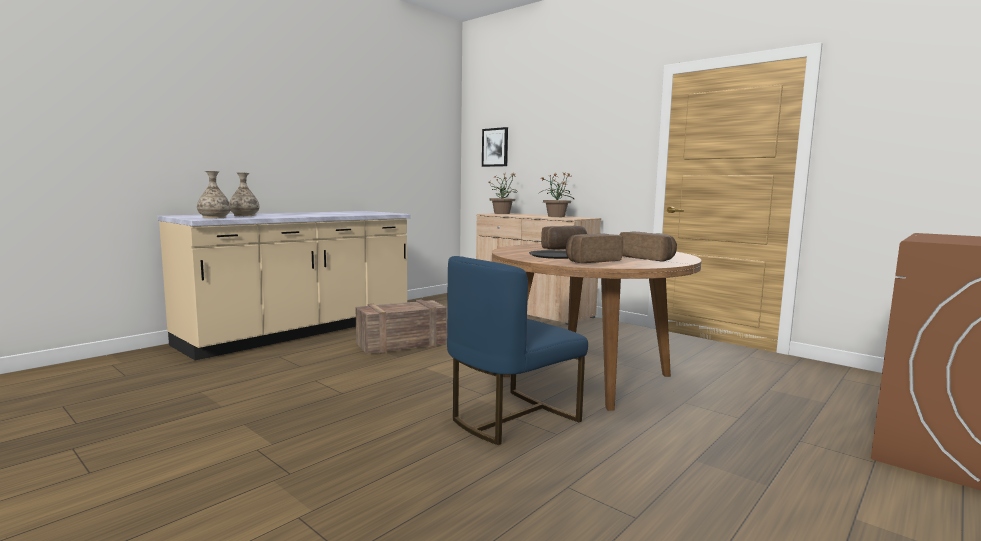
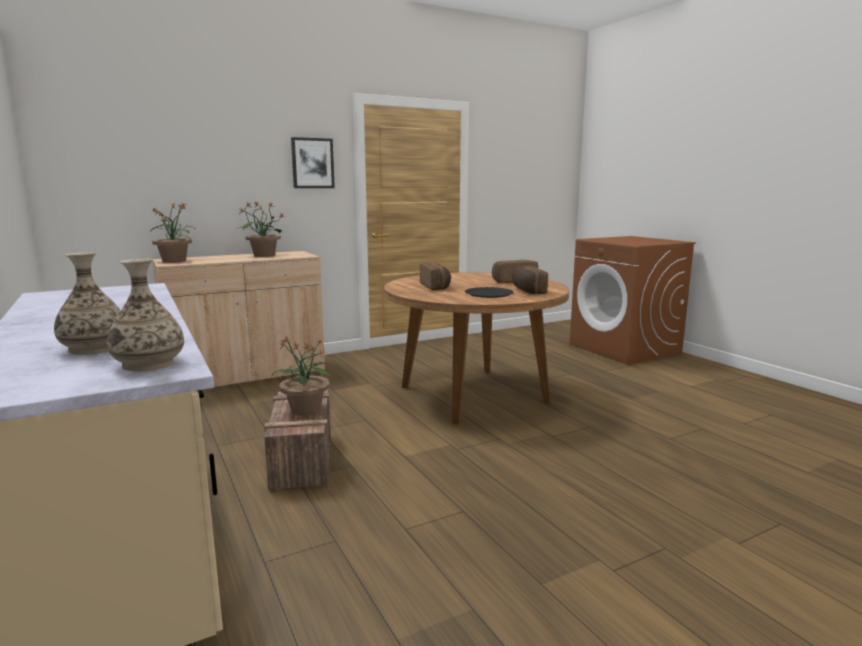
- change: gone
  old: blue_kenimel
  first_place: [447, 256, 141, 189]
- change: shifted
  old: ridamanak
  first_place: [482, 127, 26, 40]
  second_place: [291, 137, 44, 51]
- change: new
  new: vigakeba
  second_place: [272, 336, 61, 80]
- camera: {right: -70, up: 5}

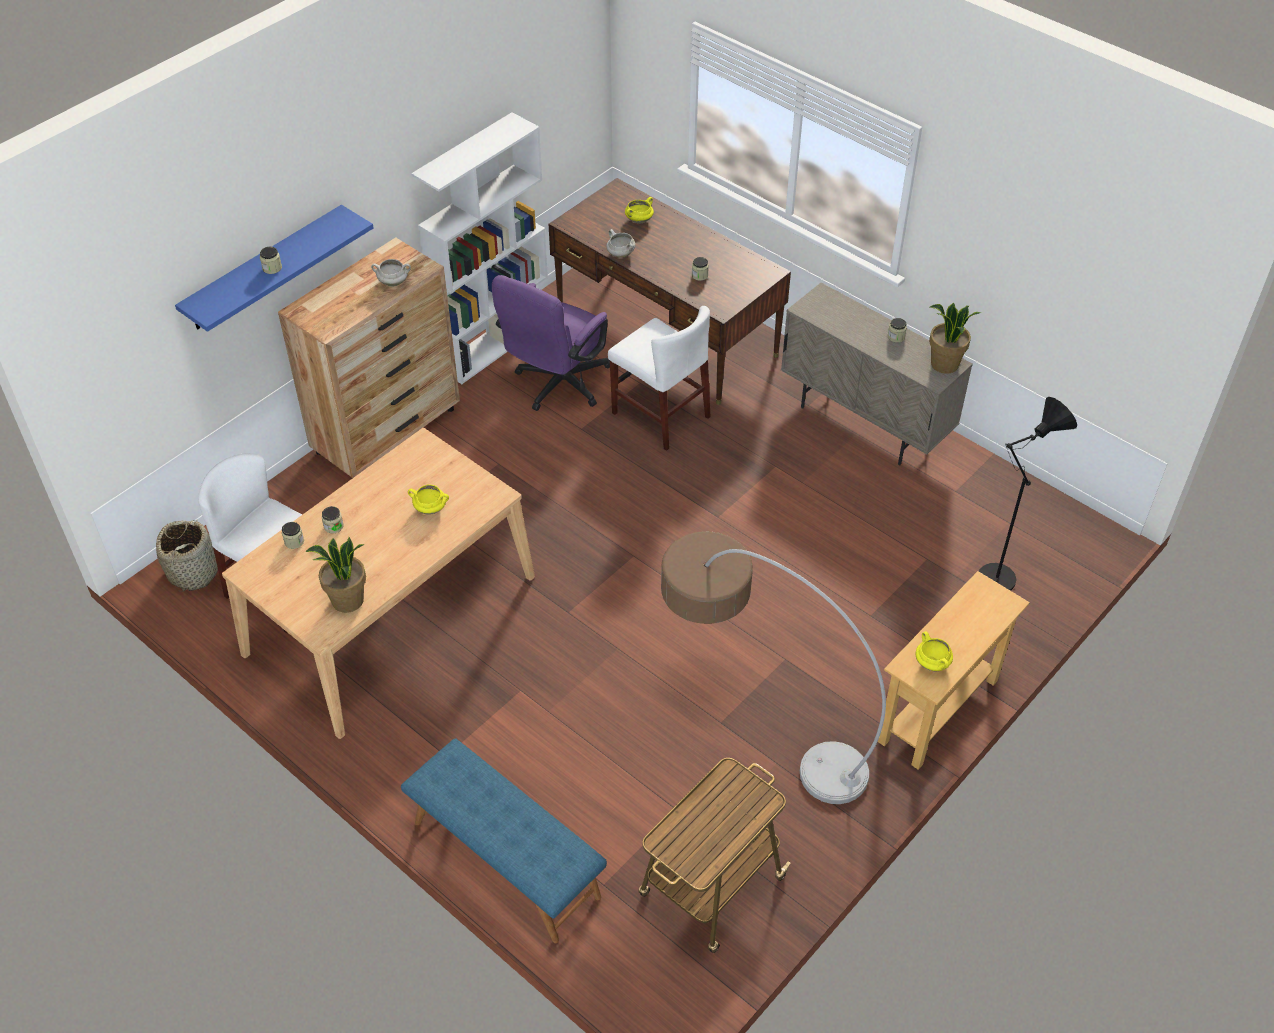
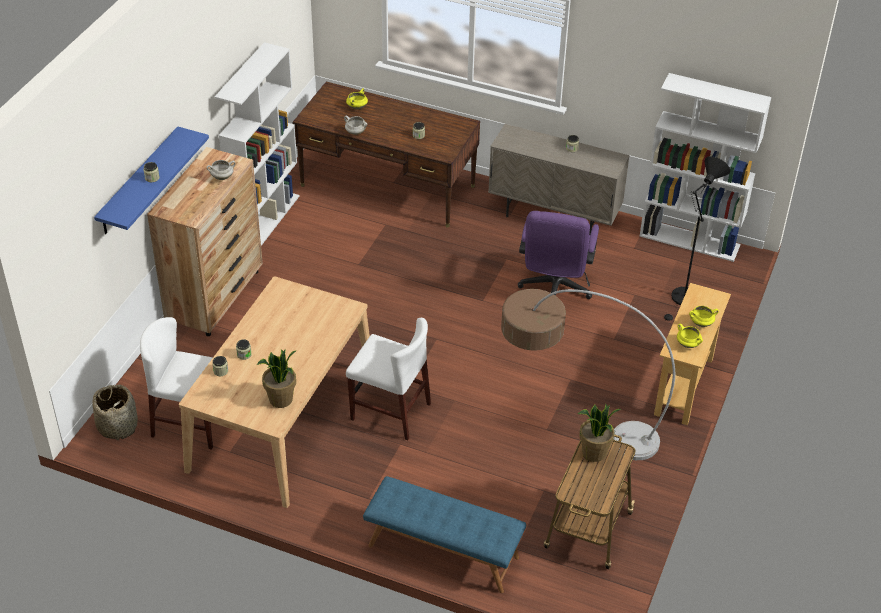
- change: shifted
  old: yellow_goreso
  first_place: [408, 485, 41, 30]
  second_place: [689, 306, 30, 21]
- change: shifted
  old: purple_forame
  first_place: [492, 275, 118, 136]
  second_place: [518, 211, 81, 88]
- change: shifted
  old: white_kenimel
  first_place: [608, 306, 102, 145]
  second_place: [346, 318, 85, 122]
- change: shifted
  old: vigakeba
  first_place: [929, 303, 52, 71]
  second_place: [578, 404, 43, 58]
- change: new
  new: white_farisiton
  second_place: [640, 73, 132, 189]
- camera: {right: -20, up: -5}

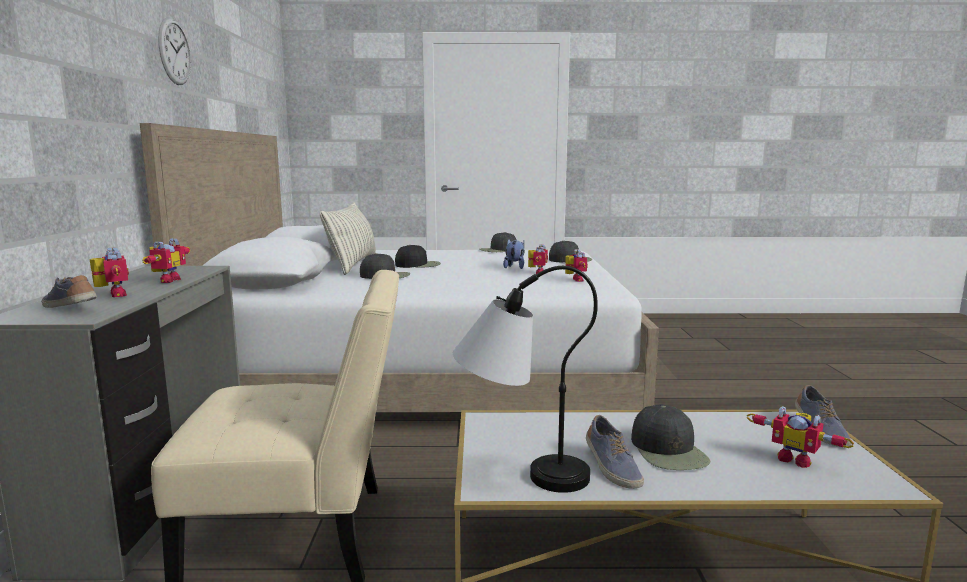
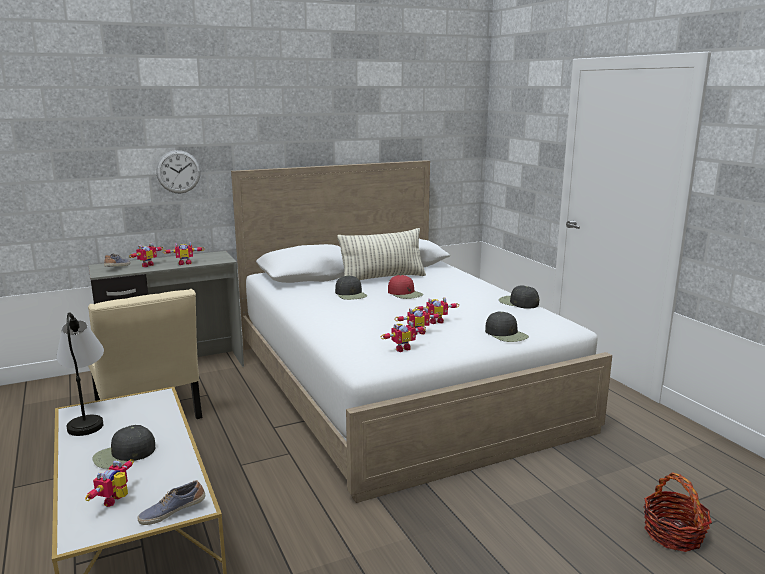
- change: shifted
  old: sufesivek
  first_place: [158, 17, 33, 68]
  second_place: [156, 150, 45, 43]
- change: repainted
  old: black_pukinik
  new: red_pukinik
  first_place: [395, 245, 46, 23]
  second_place: [388, 275, 35, 24]
- change: swapped
  old: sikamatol
  new: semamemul
  first_place: [503, 239, 22, 30]
  second_place: [415, 297, 44, 27]
- change: gone
  old: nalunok
  first_place: [586, 415, 58, 74]
- change: new
  new: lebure
  second_place: [643, 472, 69, 80]
- camera: {right: 65, up: 5}

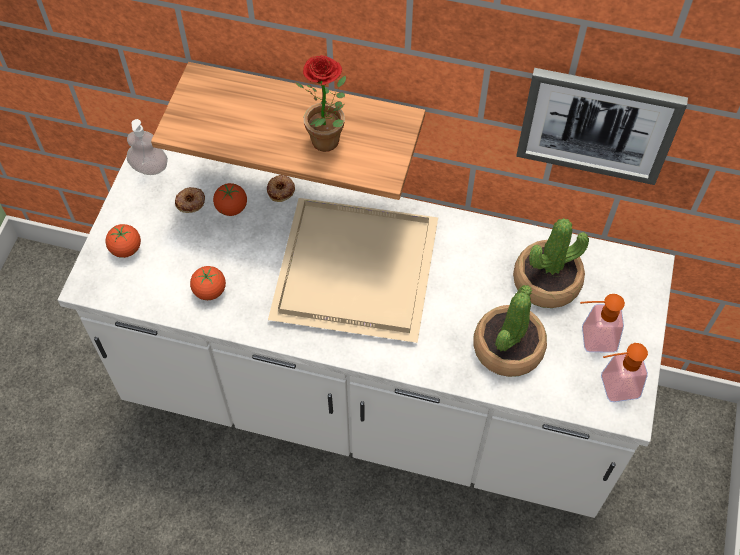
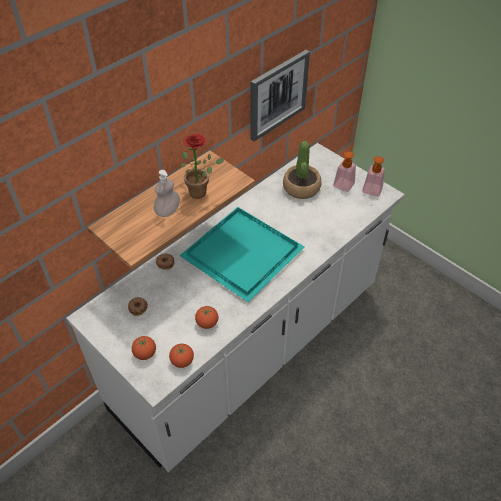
- change: shifted
  old: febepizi
  first_place: [127, 119, 41, 56]
  second_place: [154, 170, 26, 47]
- change: shifted
  old: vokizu
  first_place: [213, 183, 34, 33]
  second_place: [169, 344, 25, 24]
- change: repainted
  old: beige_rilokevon
  new: turquoise_rilokevon
  first_place: [268, 198, 170, 145]
  second_place: [179, 207, 125, 95]
- change: gone
  old: vigakeba
  first_place: [473, 285, 74, 92]
- camera: {right: -60, up: -10}

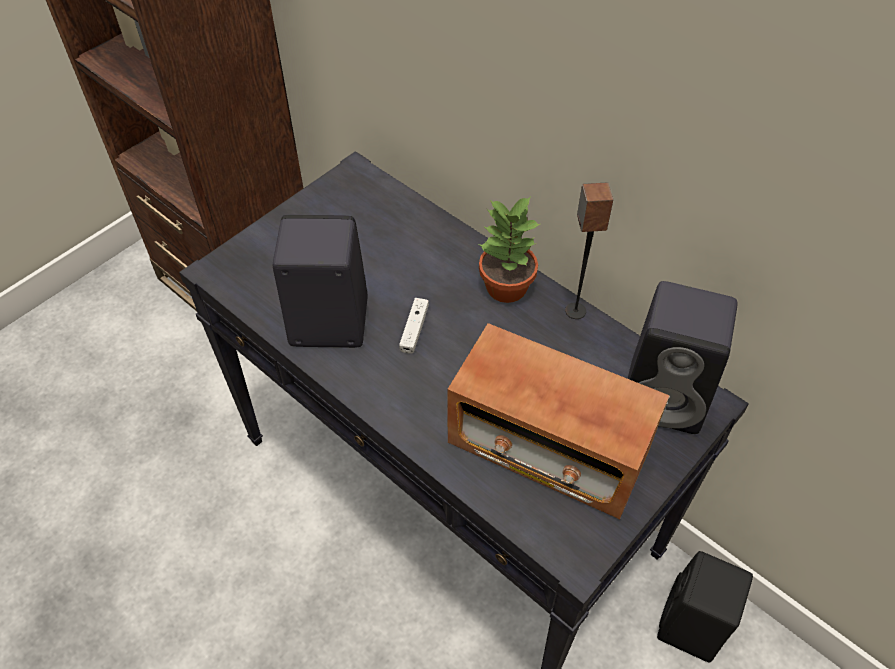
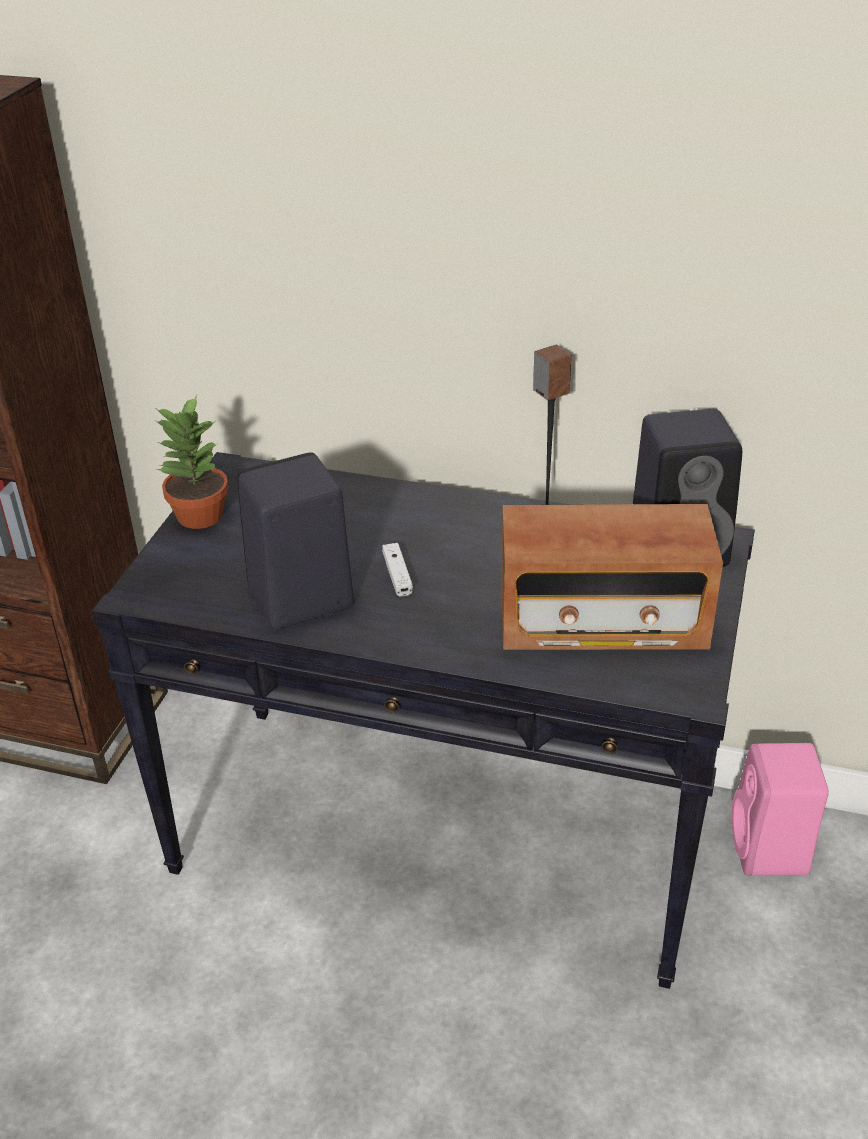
- change: shifted
  old: vigakeba
  first_place: [479, 197, 61, 106]
  second_place: [155, 395, 74, 134]
- change: repainted
  old: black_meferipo
  new: pink_meferipo
  first_place: [657, 551, 96, 112]
  second_place: [732, 743, 97, 133]
- camera: {right: -25, up: -15}

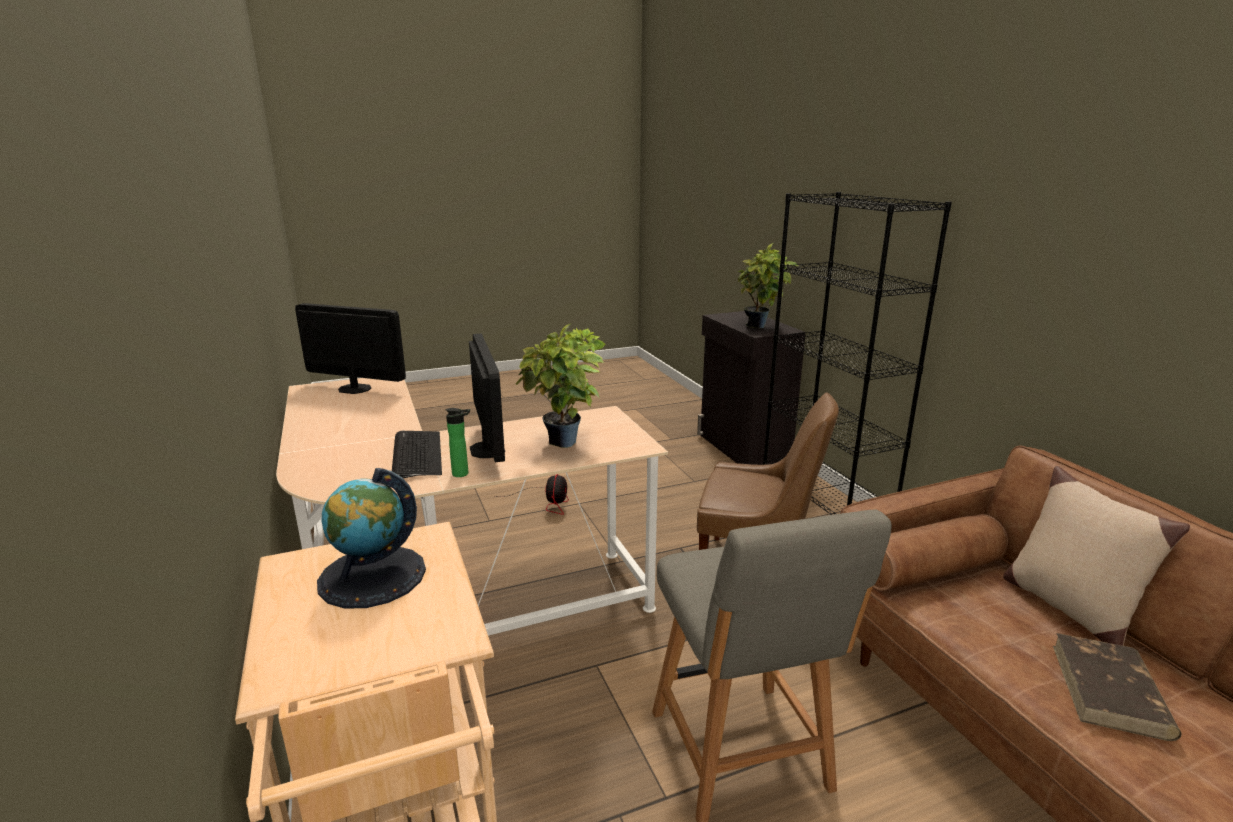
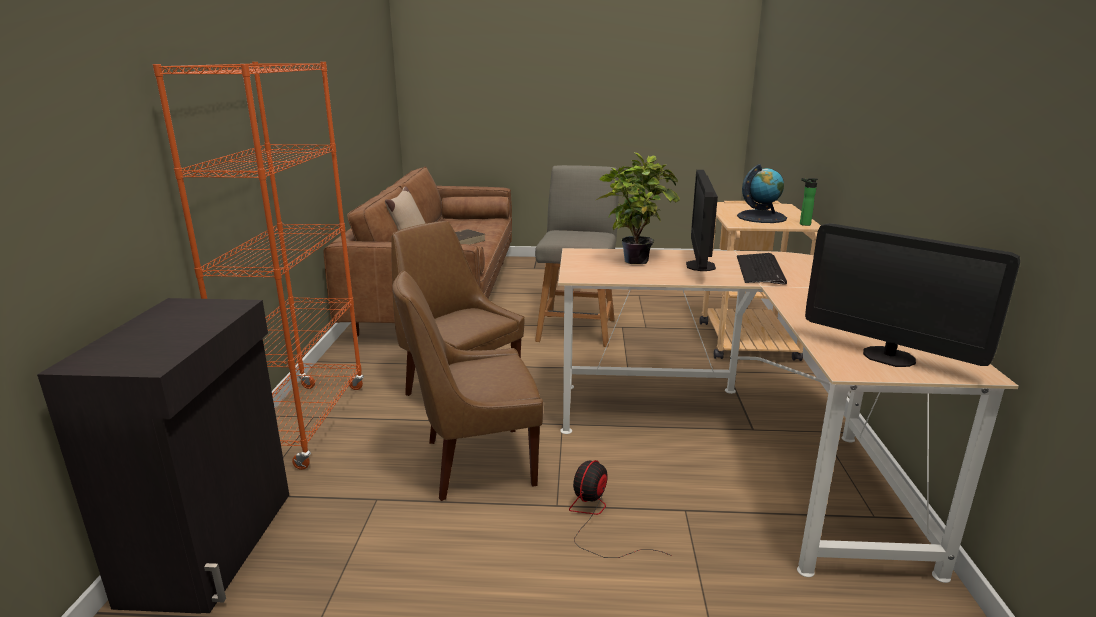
- change: shifted
  old: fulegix
  first_place: [445, 408, 25, 69]
  second_place: [800, 178, 18, 48]
- change: gone
  old: vigakeba
  first_place: [738, 243, 60, 85]
- change: repainted
  old: black_farisiton
  new: orange_farisiton
  first_place: [763, 192, 189, 323]
  second_place: [153, 62, 211, 408]
- change: new
  new: brown_kenimel
  second_place: [392, 270, 151, 231]
- camera: {right: -155, up: 0}

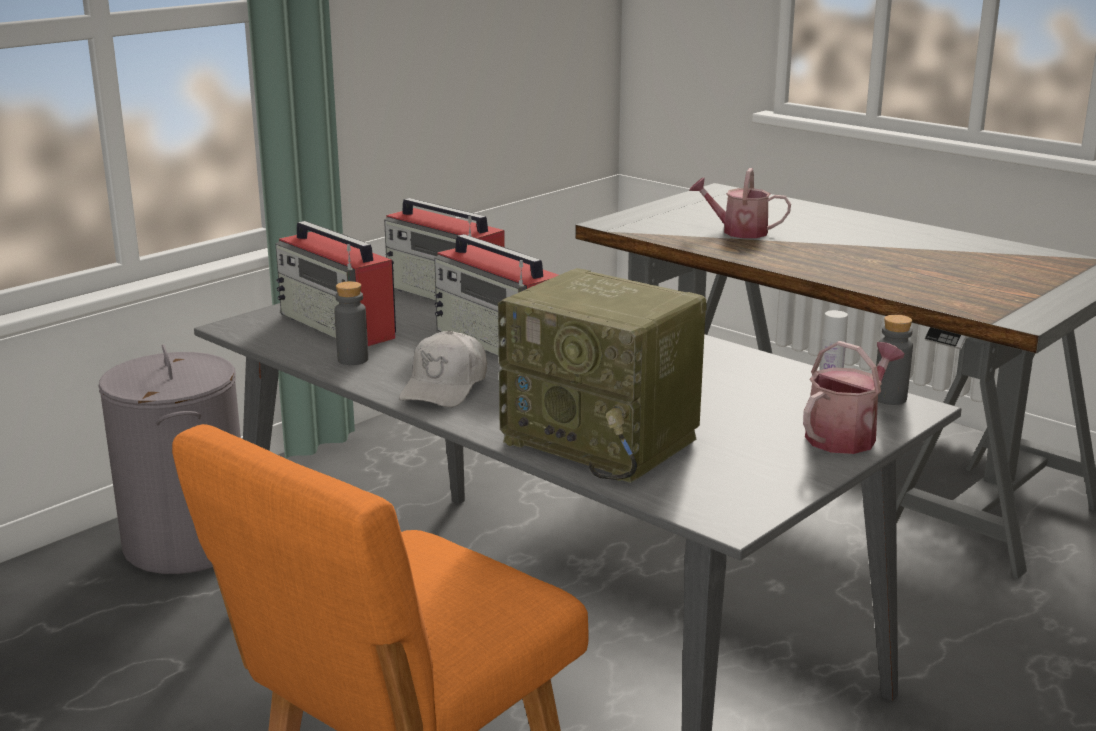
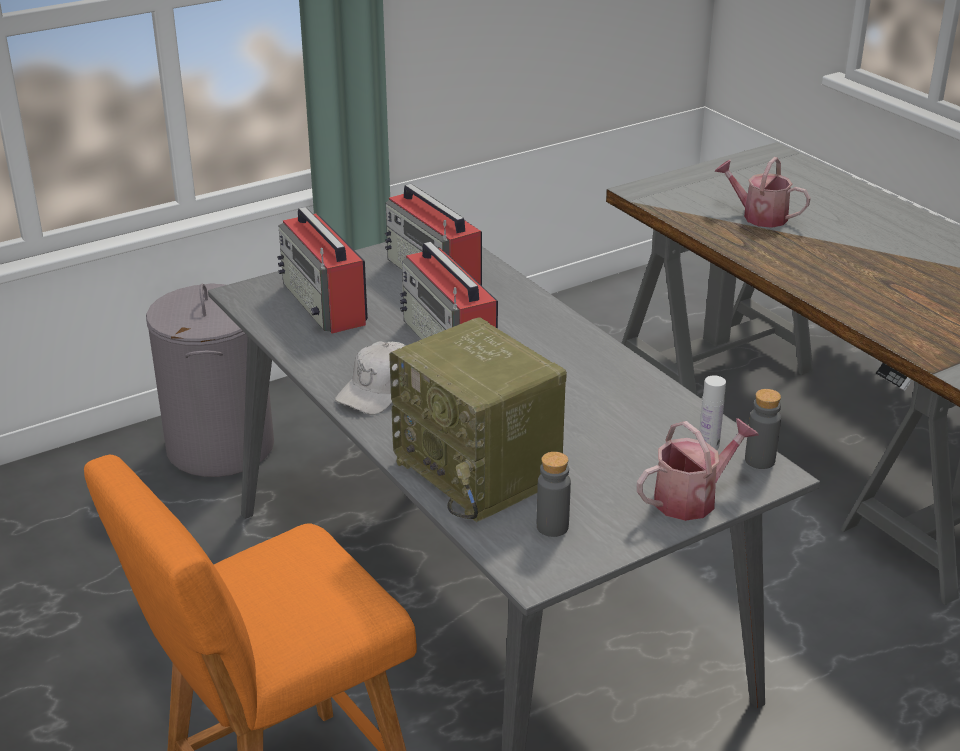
- change: shifted
  old: grey_fulegix
  first_place: [334, 281, 34, 84]
  second_place: [537, 452, 34, 85]
- camera: {right: 15, up: 10}

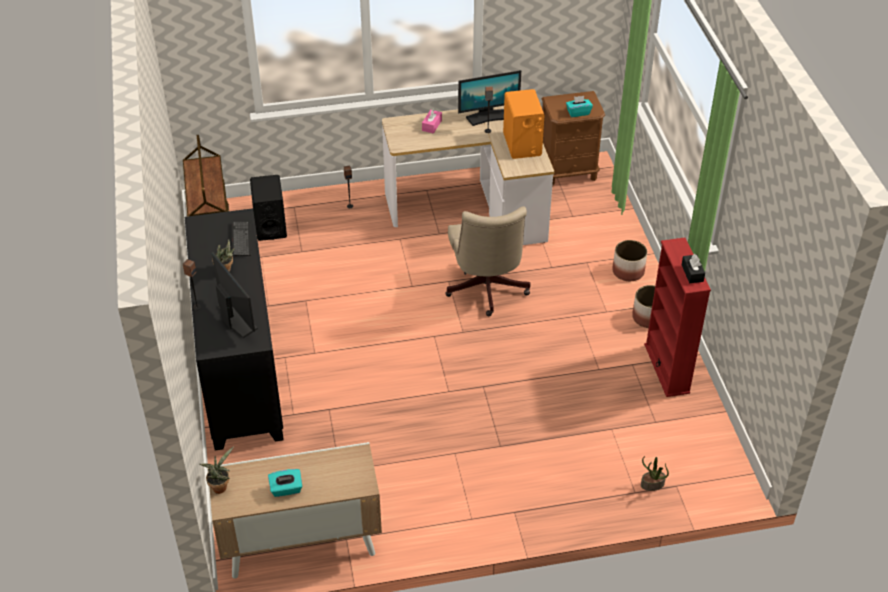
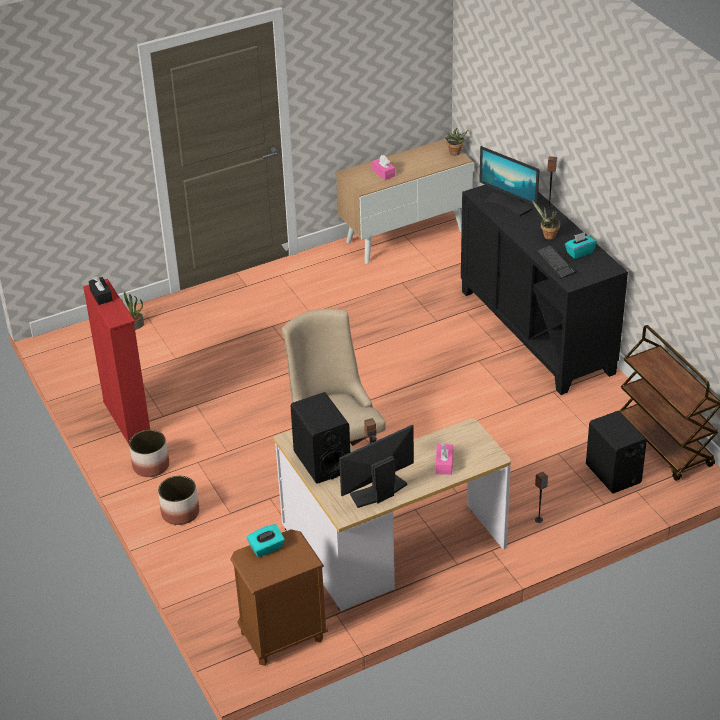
- change: shifted
  old: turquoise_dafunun
  first_place: [268, 469, 34, 28]
  second_place: [565, 232, 32, 27]
- change: repainted
  old: orange_meferipo
  new: black_meferipo
  first_place: [503, 89, 41, 70]
  second_place: [291, 392, 59, 92]
- change: new
  new: pink_dafunun
  second_place: [372, 155, 23, 25]
- camera: {right: 165, up: -5}

